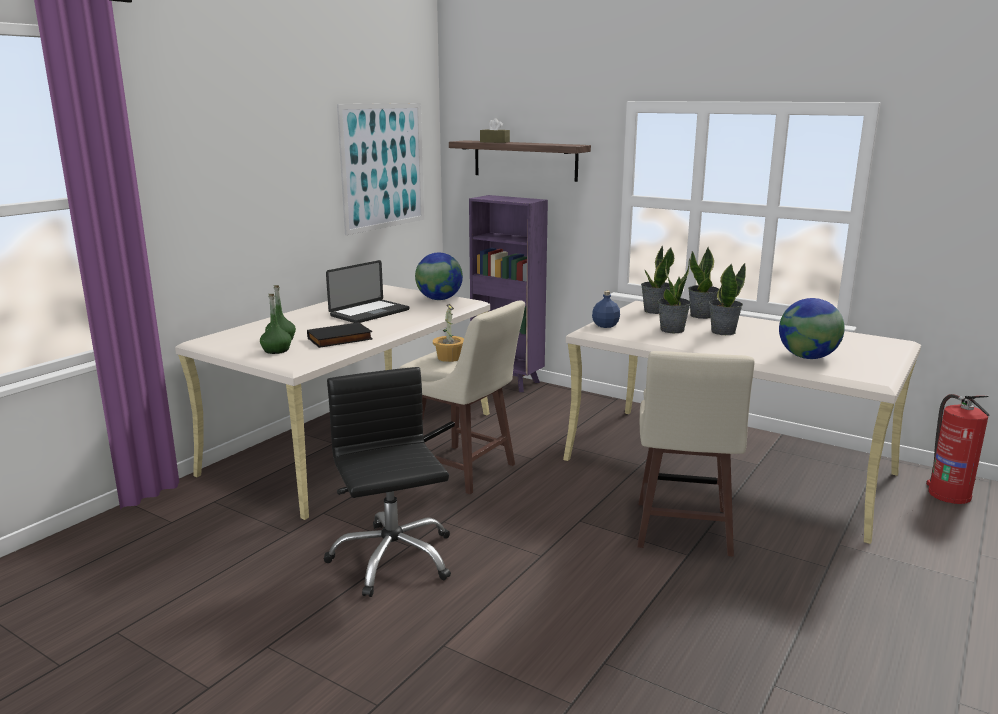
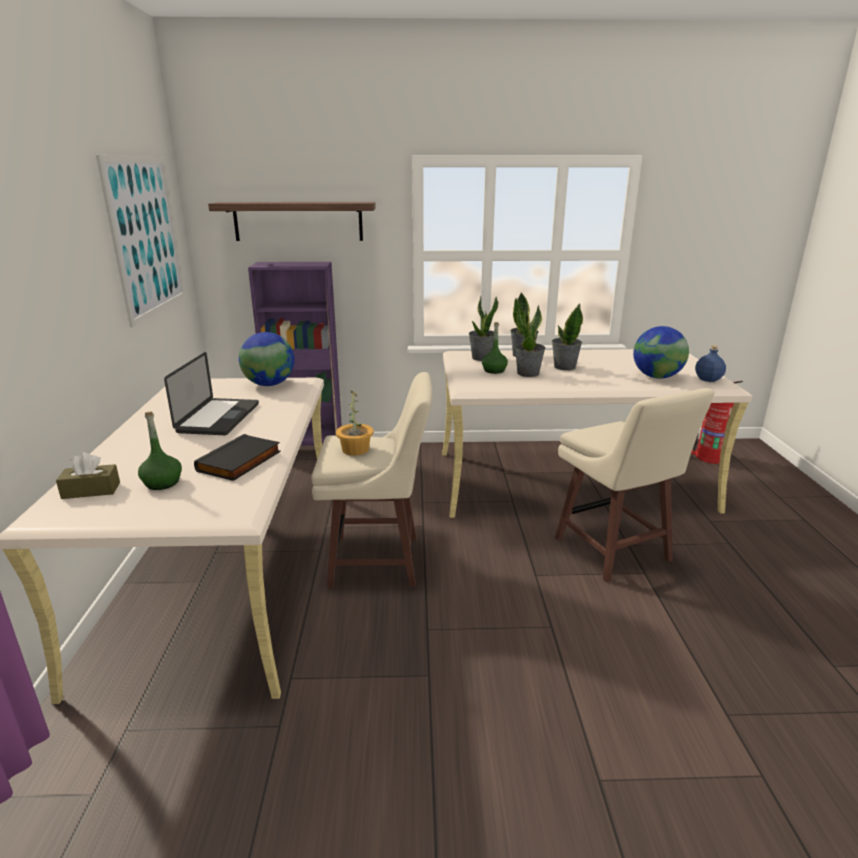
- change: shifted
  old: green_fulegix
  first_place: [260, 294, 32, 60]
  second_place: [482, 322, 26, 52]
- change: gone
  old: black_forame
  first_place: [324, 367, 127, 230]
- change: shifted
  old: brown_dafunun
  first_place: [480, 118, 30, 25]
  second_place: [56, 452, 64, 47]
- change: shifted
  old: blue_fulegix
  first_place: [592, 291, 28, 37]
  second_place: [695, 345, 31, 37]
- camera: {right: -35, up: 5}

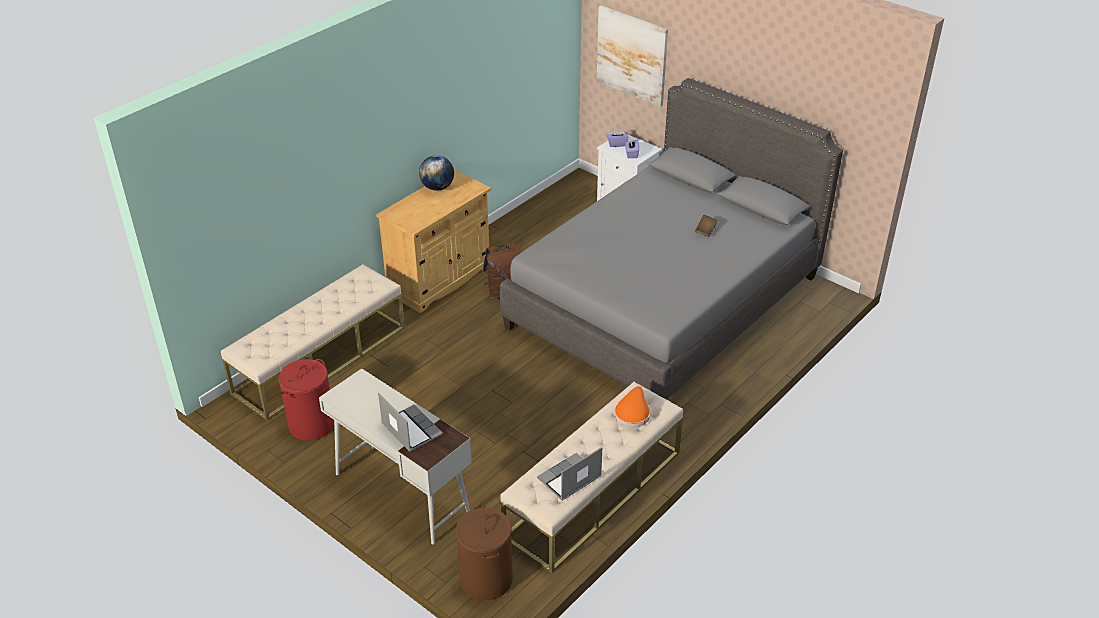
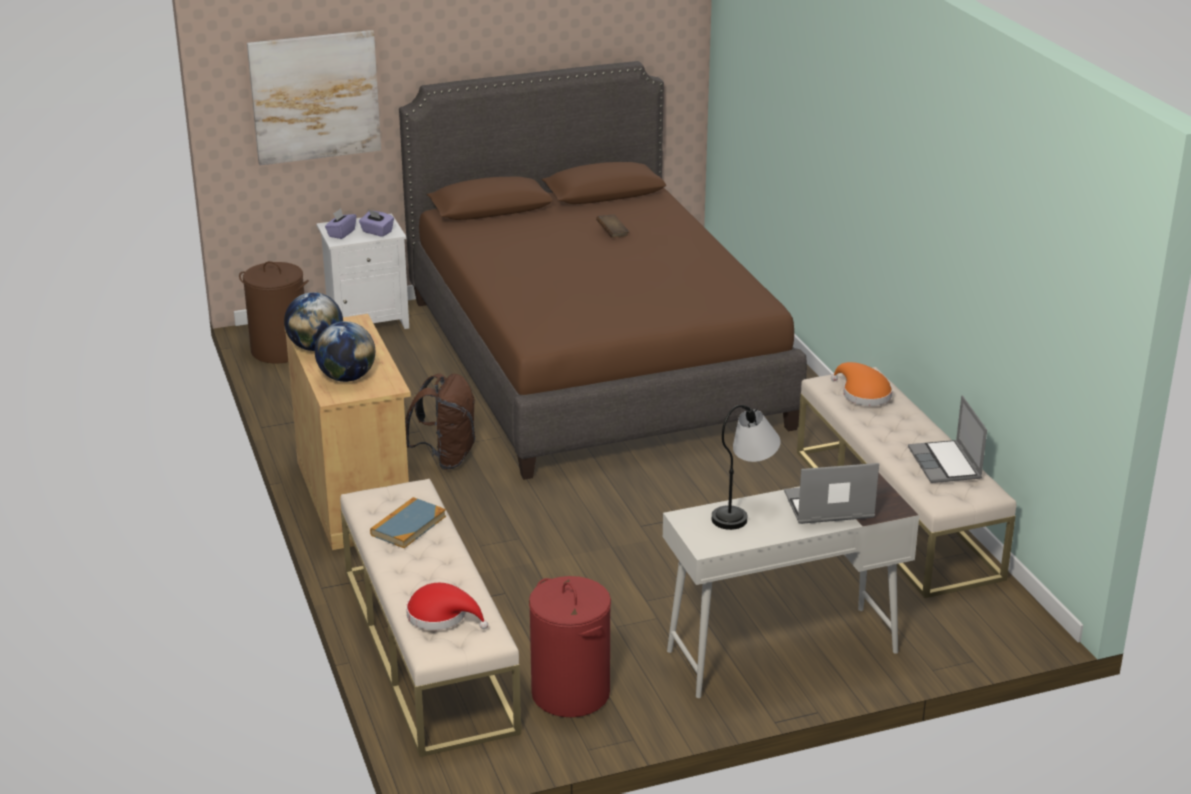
- change: shifted
  old: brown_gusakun
  first_place: [456, 505, 57, 95]
  second_place: [239, 261, 70, 103]
- change: repainted
  old: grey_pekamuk
  new: brown_pekamuk
  first_place: [500, 78, 343, 322]
  second_place: [399, 61, 408, 419]
- change: new
  new: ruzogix
  second_place: [315, 321, 60, 61]
- change: new
  new: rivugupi
  second_place: [370, 497, 76, 51]
- change: new
  new: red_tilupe
  second_place: [406, 583, 82, 47]
- change: new
  new: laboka
  second_place: [712, 405, 69, 125]
- camera: {right: -60, up: -10}

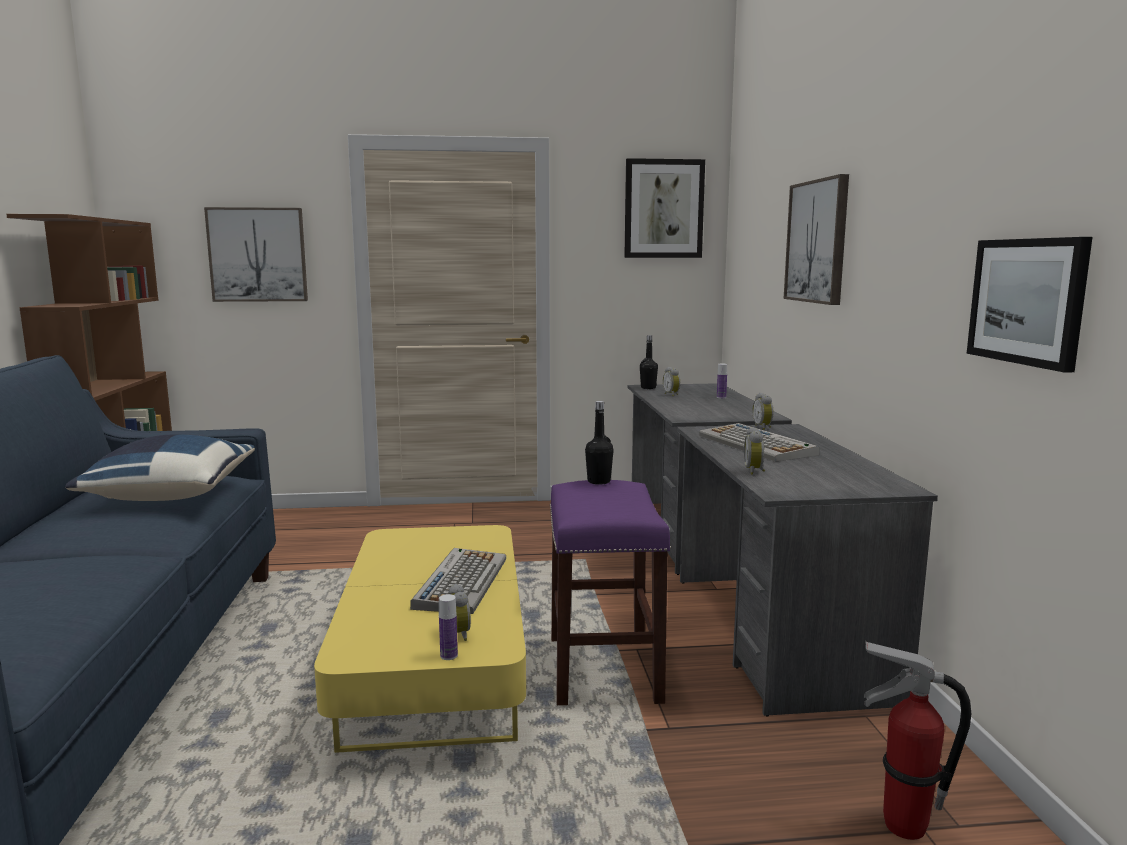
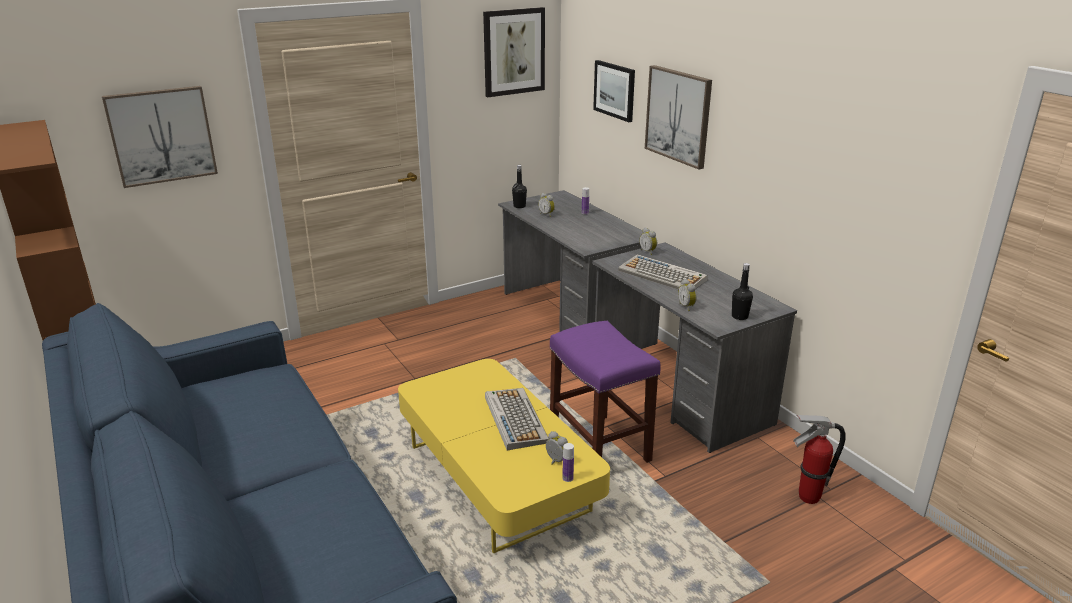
- change: gone
  old: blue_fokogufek
  first_place: [65, 434, 190, 67]
- change: shifted
  old: black_fulegix
  first_place: [585, 401, 29, 84]
  second_place: [732, 263, 21, 57]
- change: shifted
  old: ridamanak
  first_place: [967, 237, 125, 136]
  second_place: [593, 60, 42, 62]
- camera: {right: -25, up: 15}

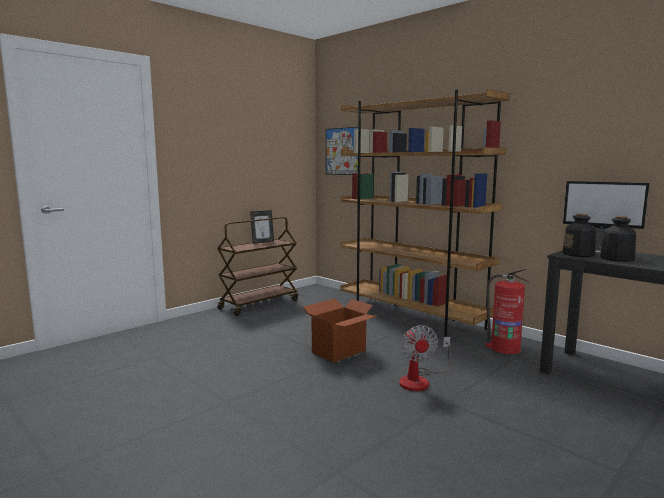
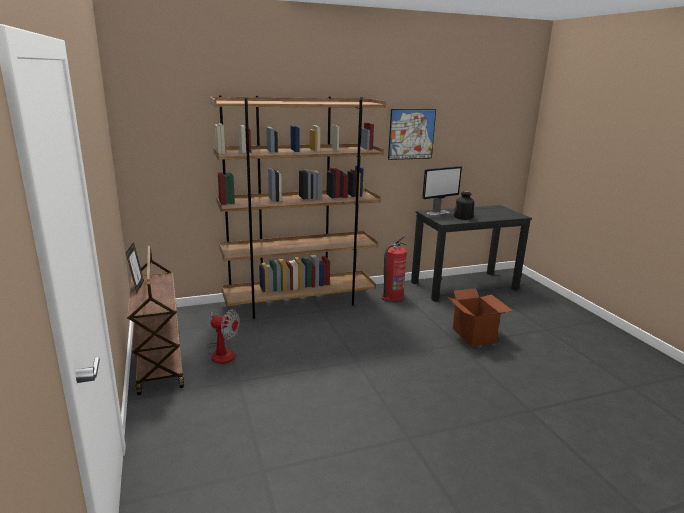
- change: shifted
  old: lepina
  first_place: [303, 299, 75, 64]
  second_place: [446, 288, 67, 59]
- change: shifted
  old: ridamanak
  first_place: [326, 127, 32, 48]
  second_place: [388, 109, 48, 51]
- change: shifted
  old: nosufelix
  first_place: [399, 325, 51, 66]
  second_place: [207, 309, 33, 55]
- change: gone
  old: fulegix
  first_place: [562, 214, 34, 43]
- camera: {right: -65, up: 10}

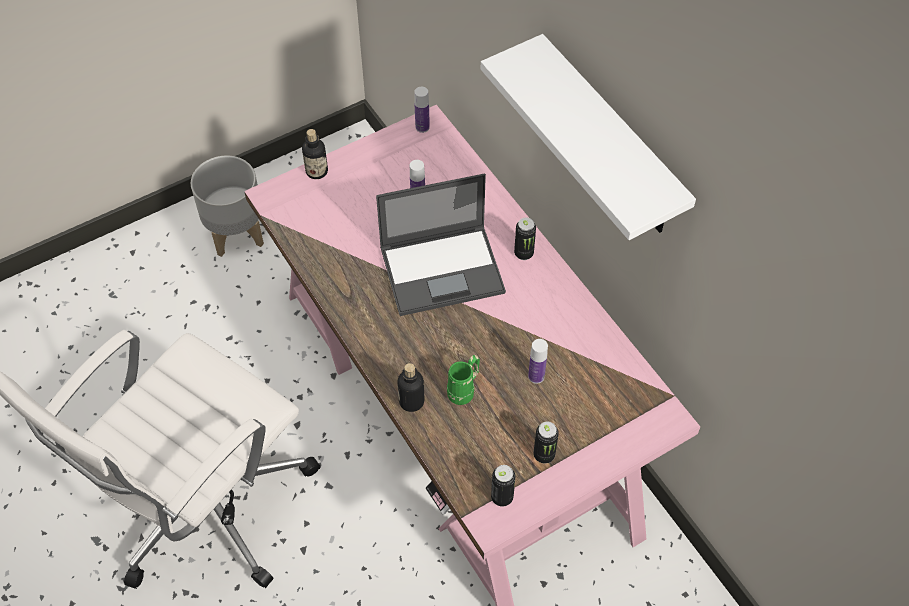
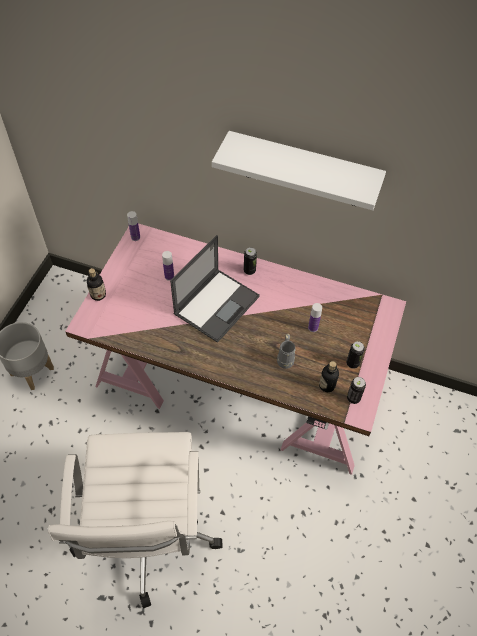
- change: shifted
  old: fulegix
  first_place: [397, 363, 27, 49]
  second_place: [319, 361, 20, 31]
- change: repainted
  old: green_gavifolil
  new: grey_gavifolil
  first_place: [447, 355, 33, 50]
  second_place: [277, 334, 19, 35]
- camera: {right: -40, up: 0}

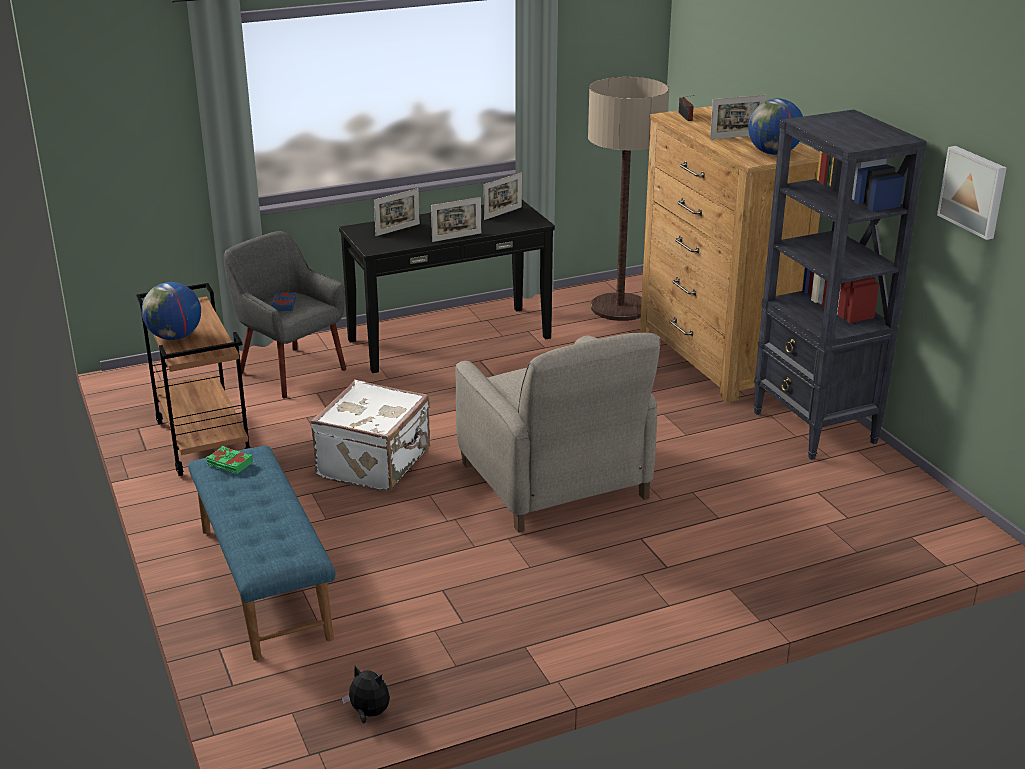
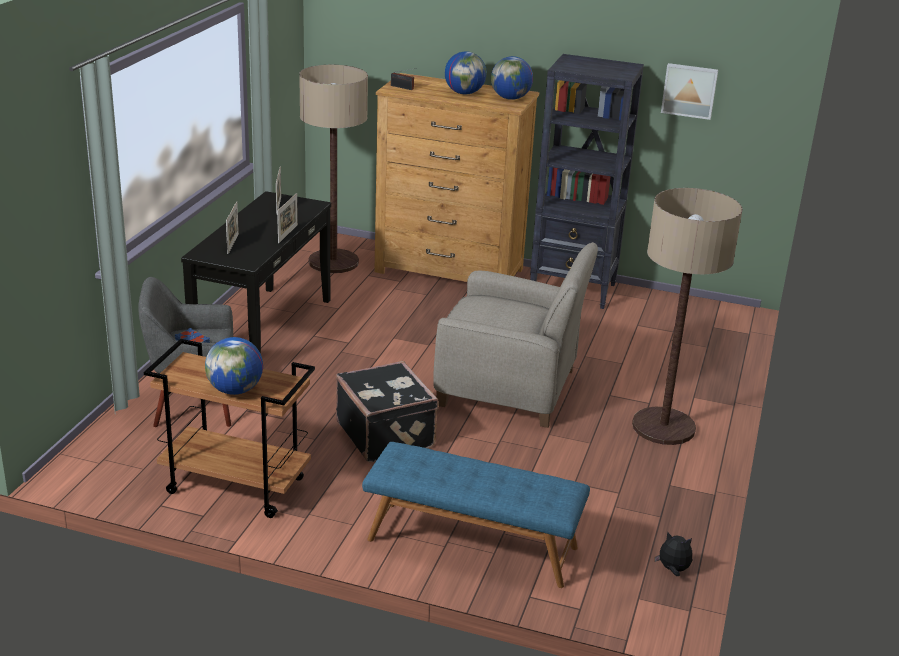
- change: gone
  old: green_rivugupi
  first_place: [206, 446, 47, 28]
- change: repainted
  old: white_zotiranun
  new: black_zotiranun
  first_place: [310, 380, 120, 112]
  second_place: [336, 361, 103, 101]
- change: rotated
  old: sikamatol
  first_place: [342, 666, 48, 57]
  second_place: [655, 532, 37, 44]
  degrees: 45
- change: swapped
  old: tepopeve
  new: ruzogix
  first_place: [710, 95, 56, 44]
  second_place: [445, 51, 42, 44]
- change: new
  new: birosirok
  second_place: [632, 188, 111, 257]
- camera: {right: -50, up: 0}

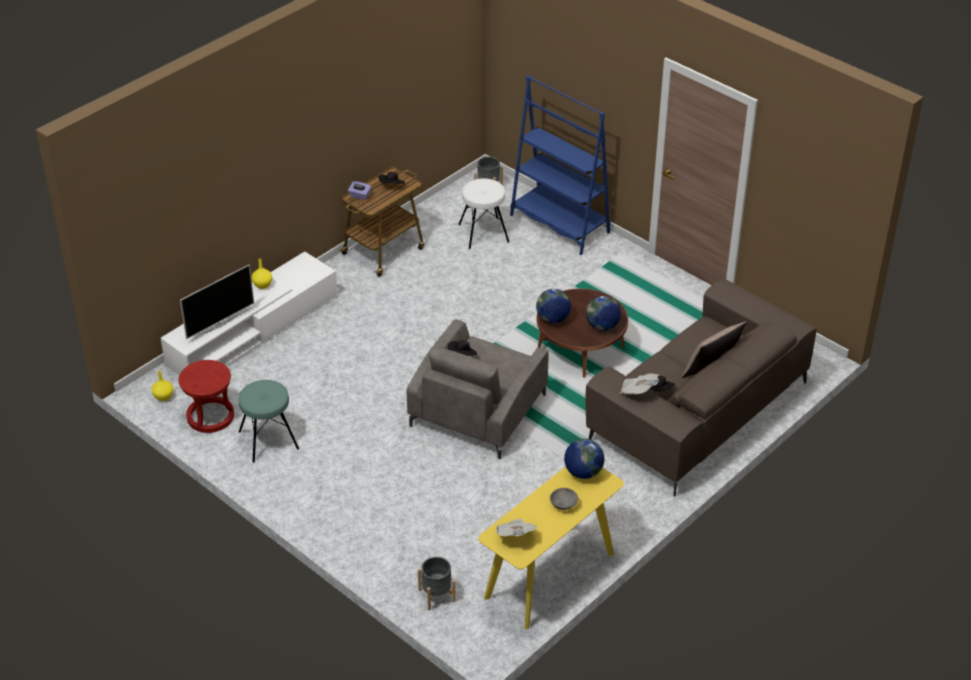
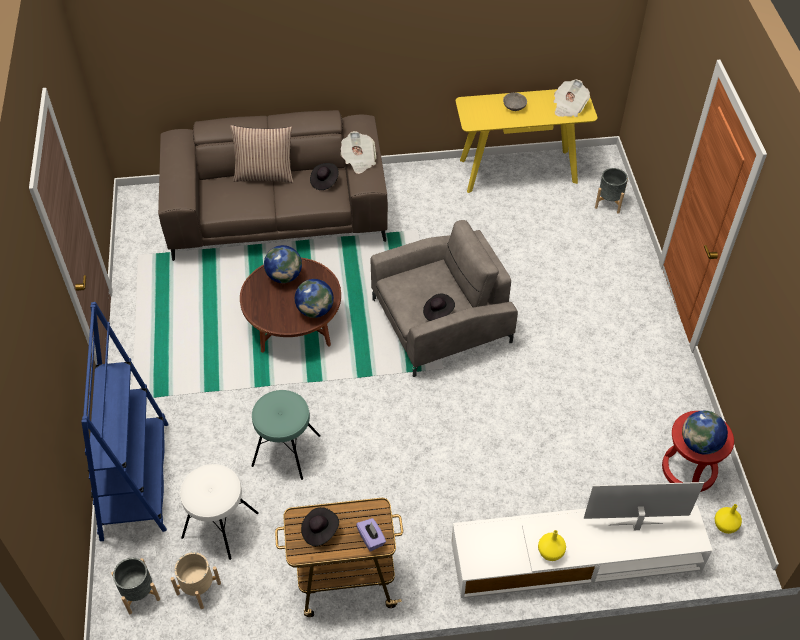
- change: shifted
  old: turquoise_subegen
  first_place: [238, 380, 61, 83]
  second_place: [251, 390, 70, 90]
- change: shifted
  old: ruzogix
  first_place: [564, 439, 40, 40]
  second_place: [682, 411, 46, 44]
- change: new
  new: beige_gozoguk
  second_place: [171, 552, 50, 57]
- camera: {right: -140, up: 10}

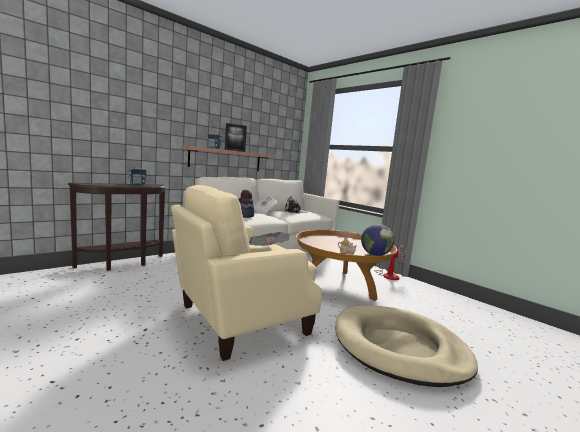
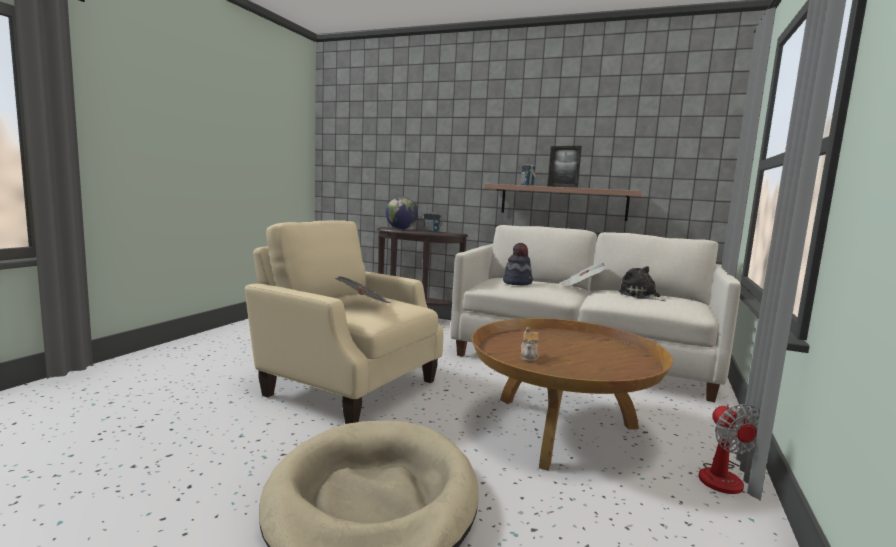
- change: shifted
  old: ruzogix
  first_place: [361, 224, 33, 32]
  second_place: [386, 197, 32, 32]
- camera: {right: 65, up: 0}

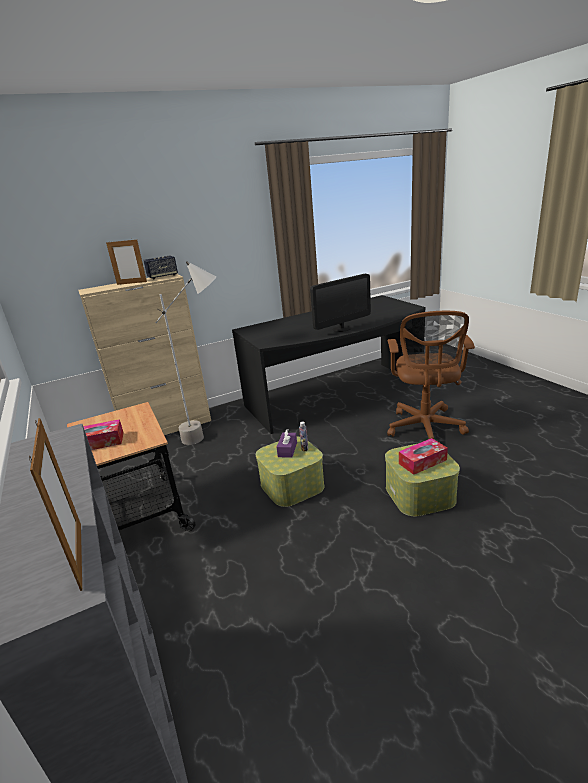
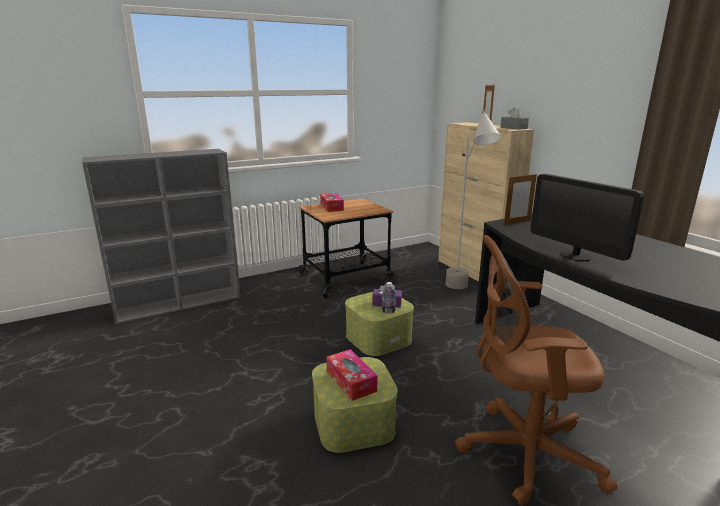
- change: shifted
  old: tepopeve
  first_place: [29, 418, 53, 173]
  second_place: [504, 174, 33, 51]
- change: swapped
  old: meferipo
  new: grey_dafunun
  first_place: [143, 256, 35, 23]
  second_place: [501, 107, 28, 23]
- camera: {right: 85, up: -5}

